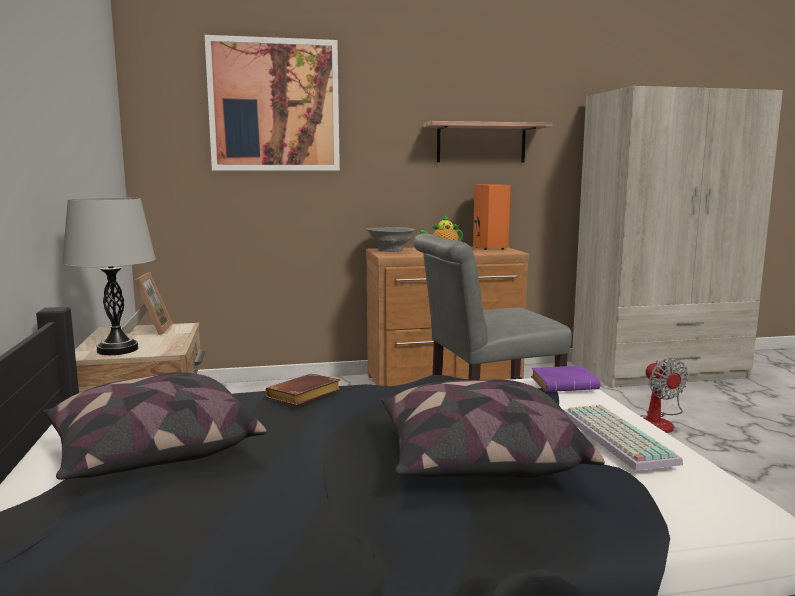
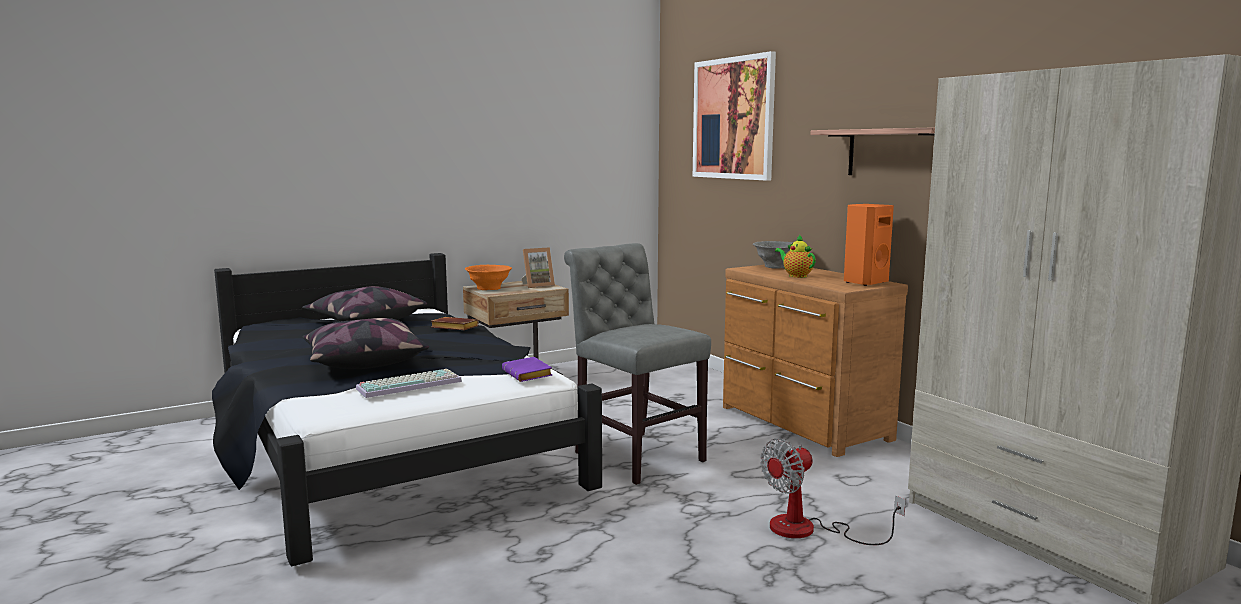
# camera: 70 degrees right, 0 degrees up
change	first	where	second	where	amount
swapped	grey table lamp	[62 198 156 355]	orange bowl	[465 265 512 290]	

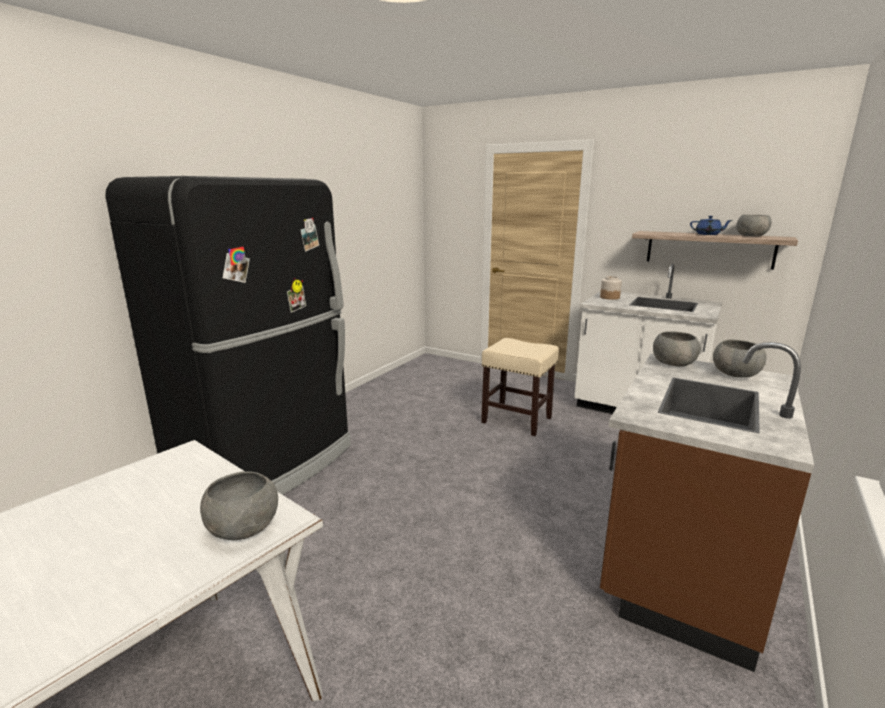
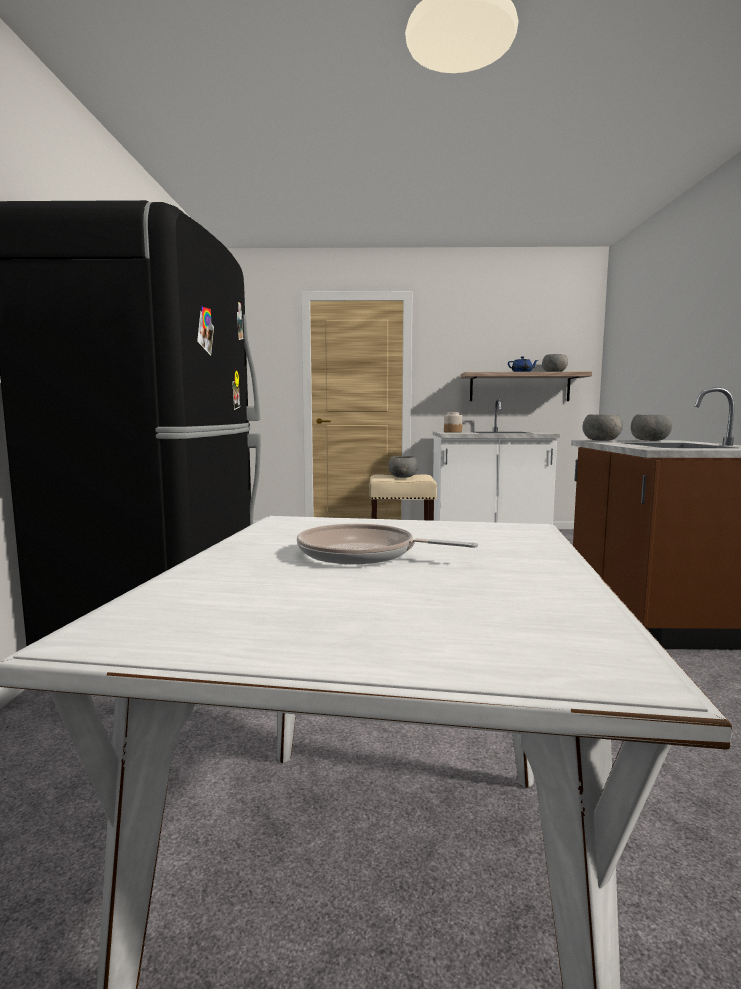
# camera: 30 degrees left, 10 degrees down
change	first	where	second	where	amount
shifted	grey bowl	[200 471 278 540]		[388 456 418 478]	
new			frying pan	[297 524 478 564]	

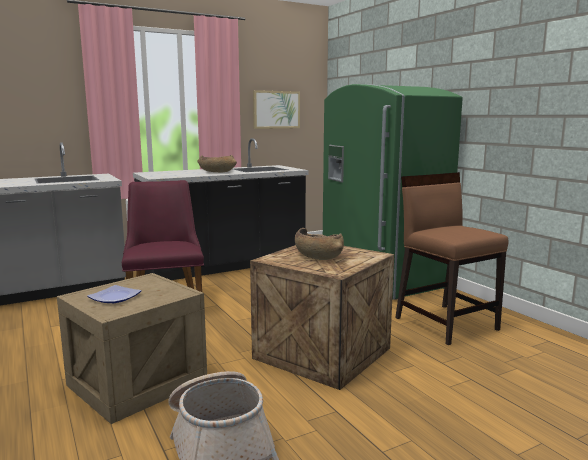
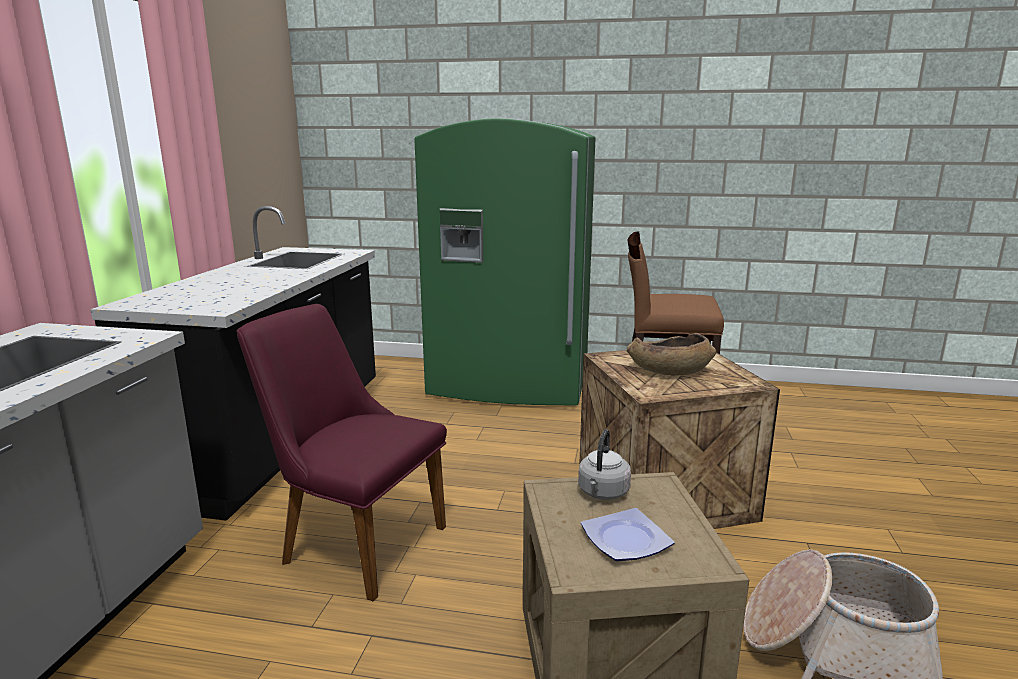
# camera: 50 degrees left, 5 degrees up
change	first	where	second	where	amount
gone	picture	[253 90 300 129]			
gone	brown bowl	[198 155 237 172]			
new			grey kettle	[578 429 631 500]	

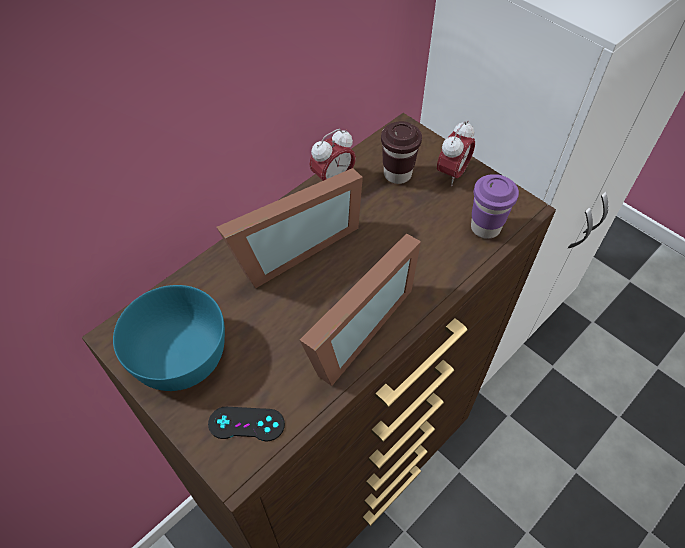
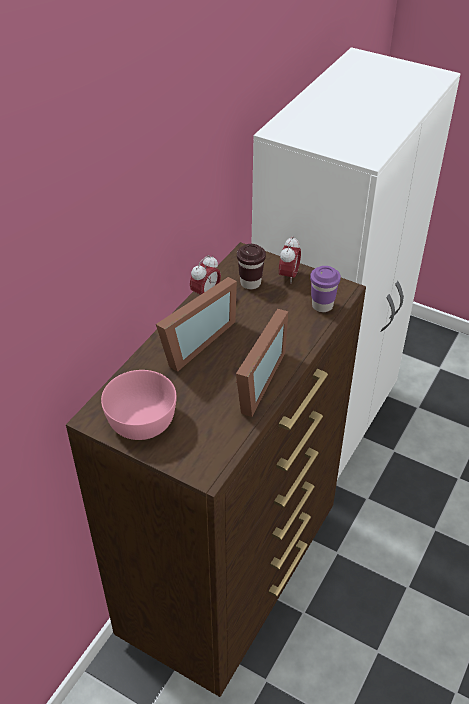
# camera: 15 degrees left, 10 degrees down
change	first	where	second	where	amount
repainted	turquoise bowl	[113 285 225 391]	pink bowl	[101 370 176 440]	
gone	black game controller	[208 407 285 441]			

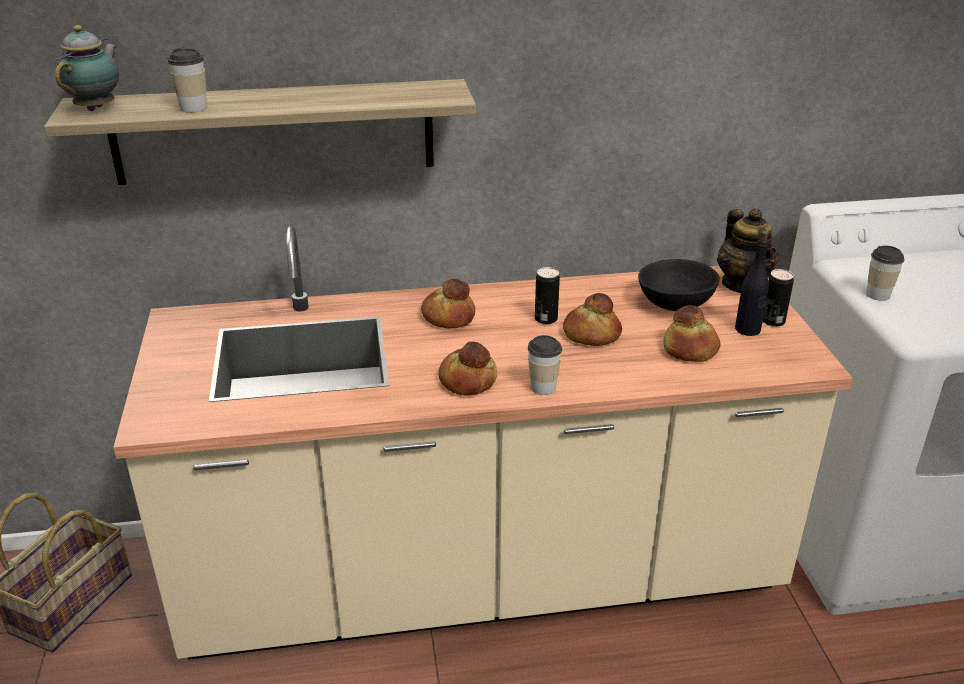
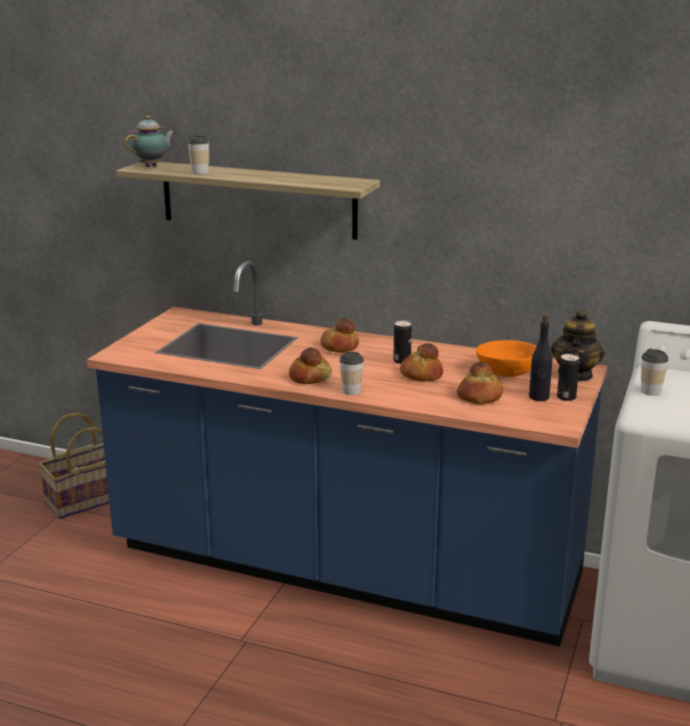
# camera: 30 degrees right, 10 degrees down
change	first	where	second	where	amount
repainted	beige counter	[113 226 853 659]	blue counter	[87 261 607 646]	
repainted	black bowl	[638 259 720 311]	orange bowl	[476 340 537 377]	

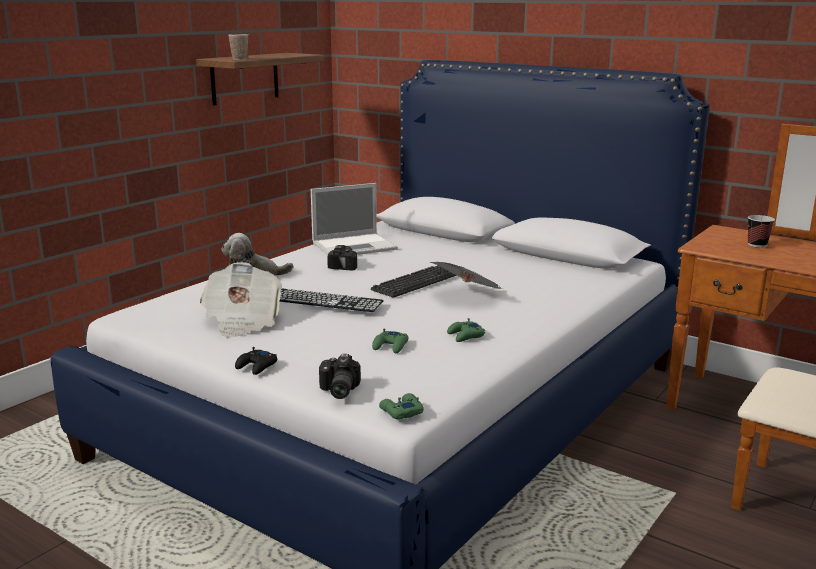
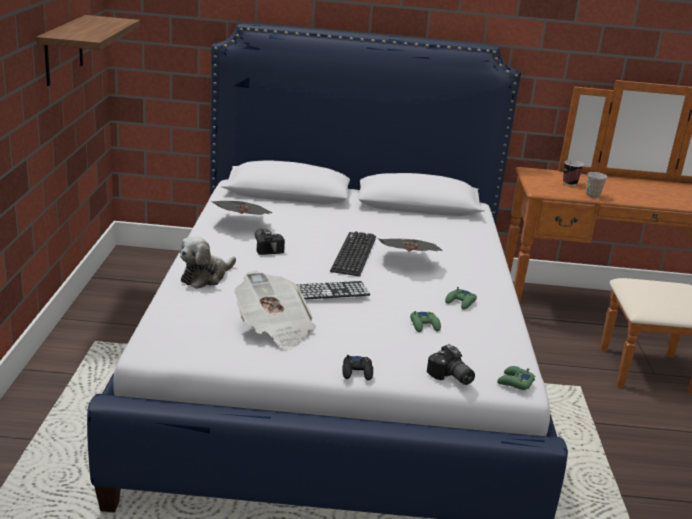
# camera: 35 degrees left, 5 degrees up
change	first	where	second	where	amount
shifted	cup	[228 34 248 60]		[586 172 607 198]	
swapped	laptop	[311 183 398 255]	newspaper	[210 201 272 215]	

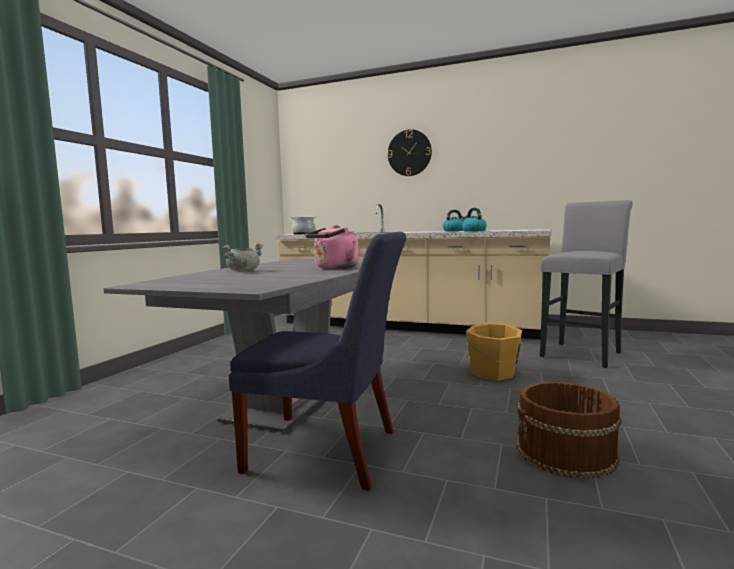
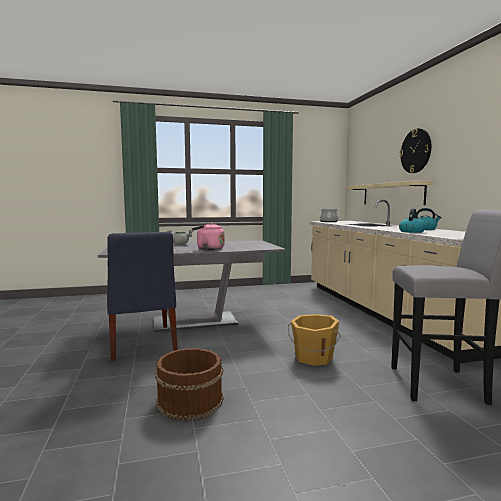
# camera: 55 degrees right, 0 degrees up
change	first	where	second	where	amount
new			beige shelf	[346 181 433 205]	

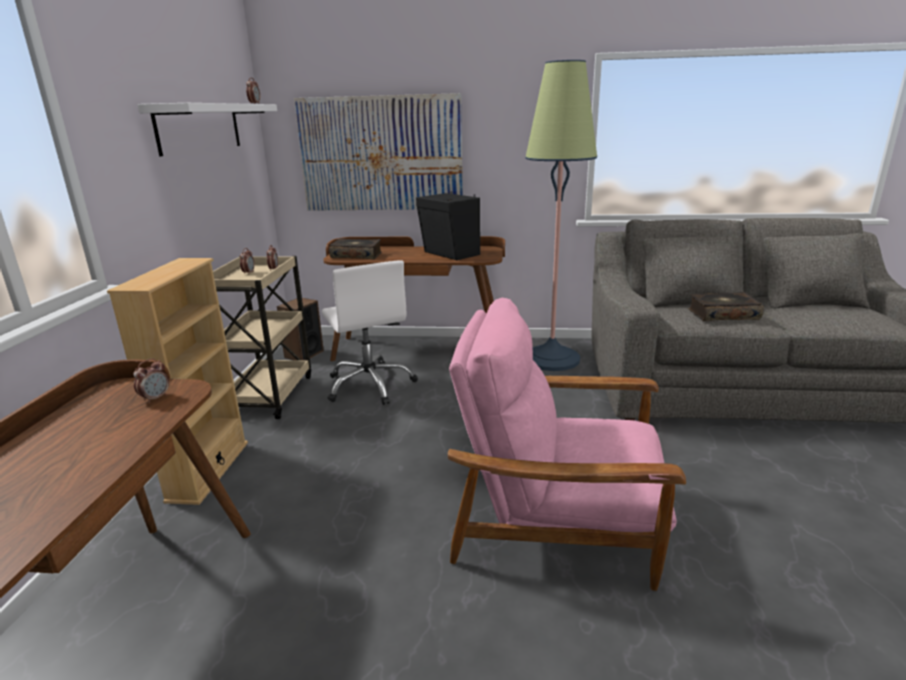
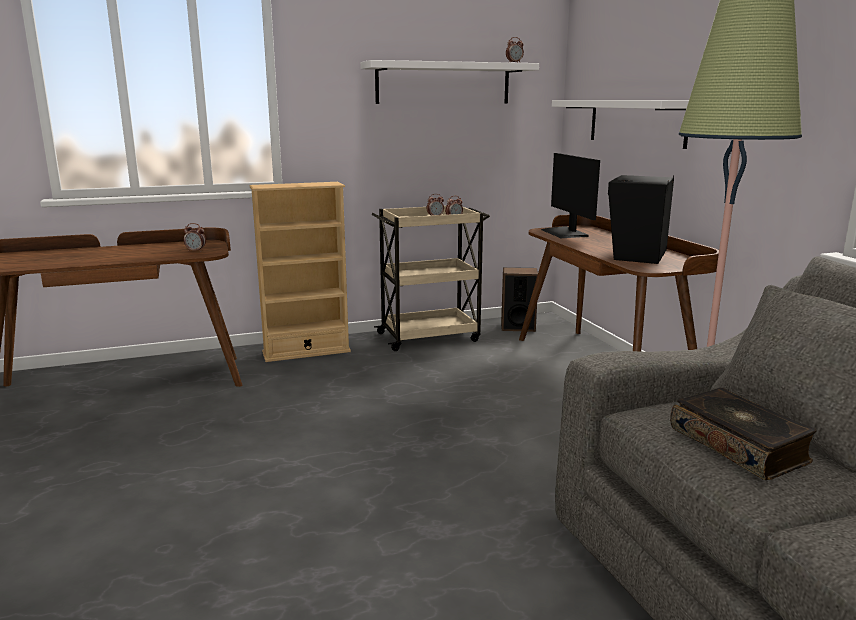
# camera: 65 degrees right, 5 degrees down
change	first	where	second	where	amount
swapped	picture	[294 93 463 211]	white shelf	[552 100 689 149]	
swapped	book	[329 239 382 259]	monitor	[541 153 600 238]	
gone	white office chair	[322 260 418 405]			
gone	pink armchair	[448 298 686 591]			

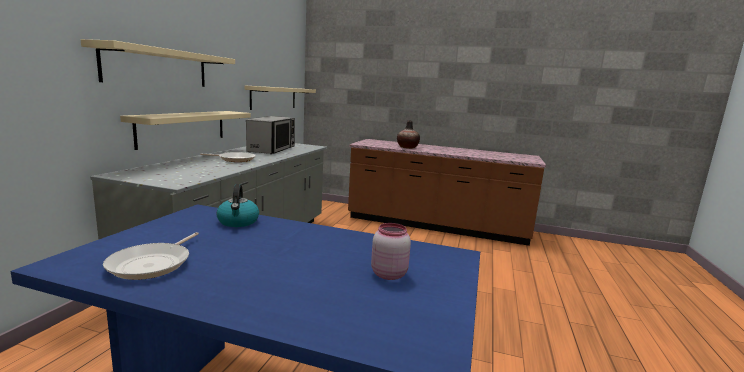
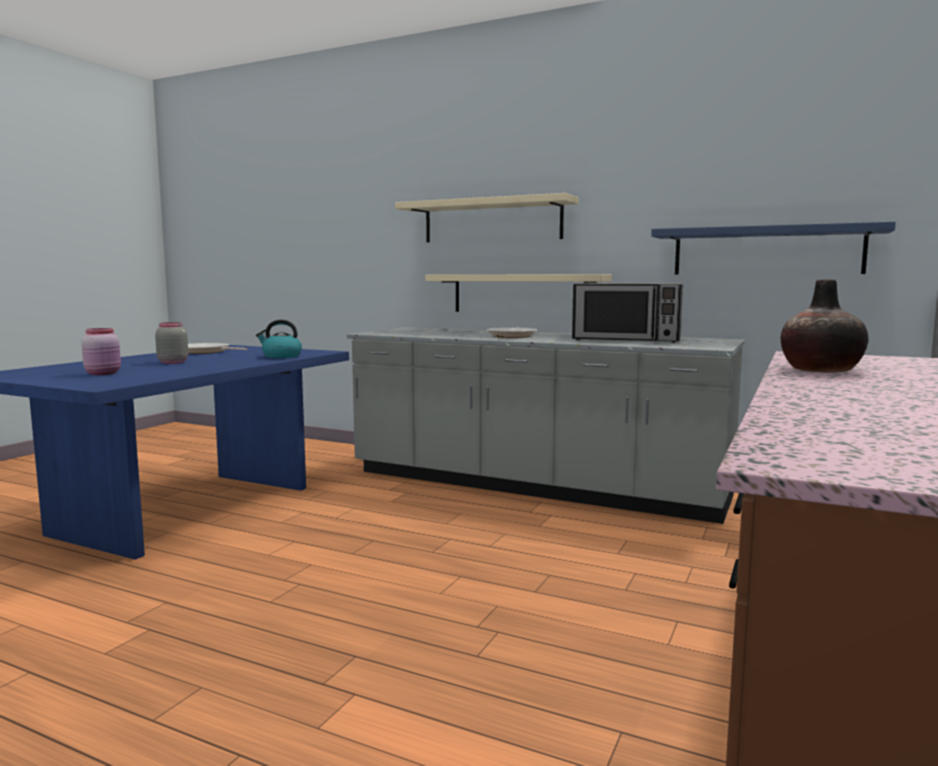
# camera: 100 degrees right, 5 degrees down
change	first	where	second	where	amount
repainted	beige shelf	[244 86 316 110]	blue shelf	[651 221 896 274]	
new			grey jar	[155 322 188 364]	

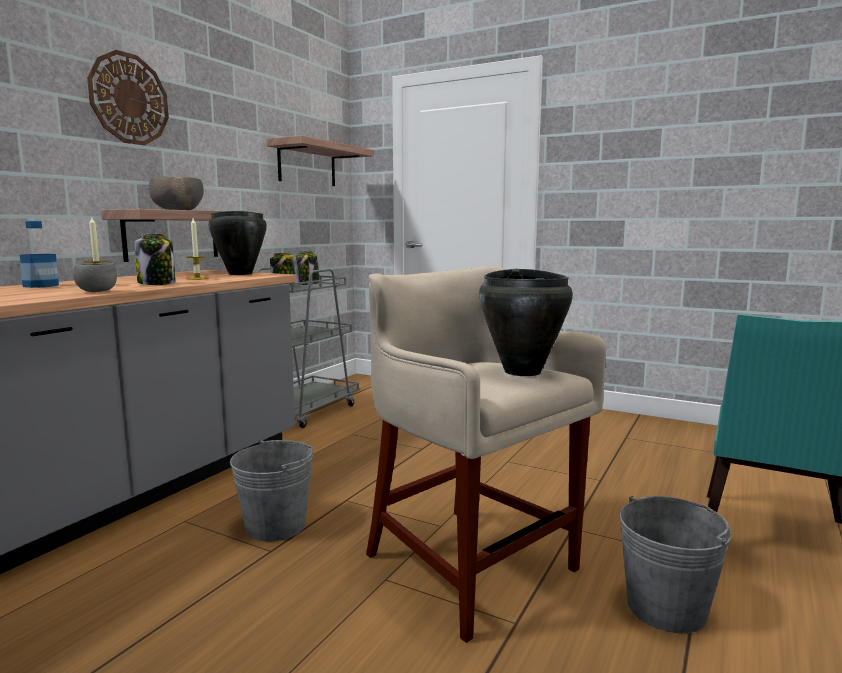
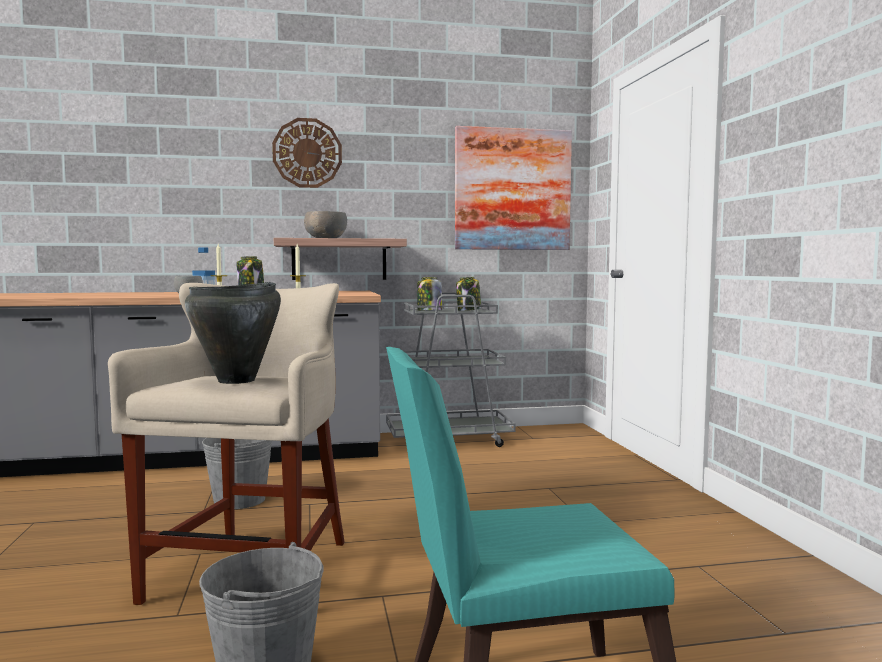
# camera: 50 degrees right, 5 degrees down
change	first	where	second	where	amount
swapped	shelf	[267 135 374 186]	picture	[455 126 572 250]	
gone	black cooking pot	[208 211 267 275]			

